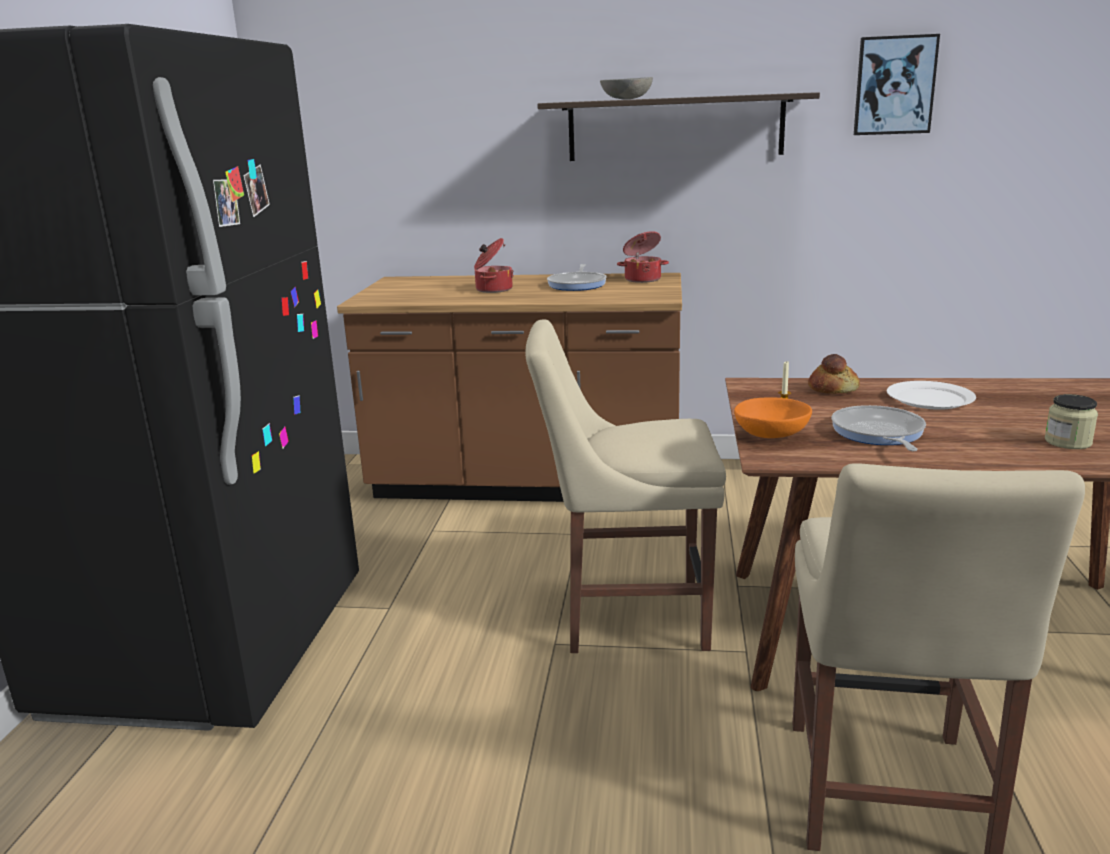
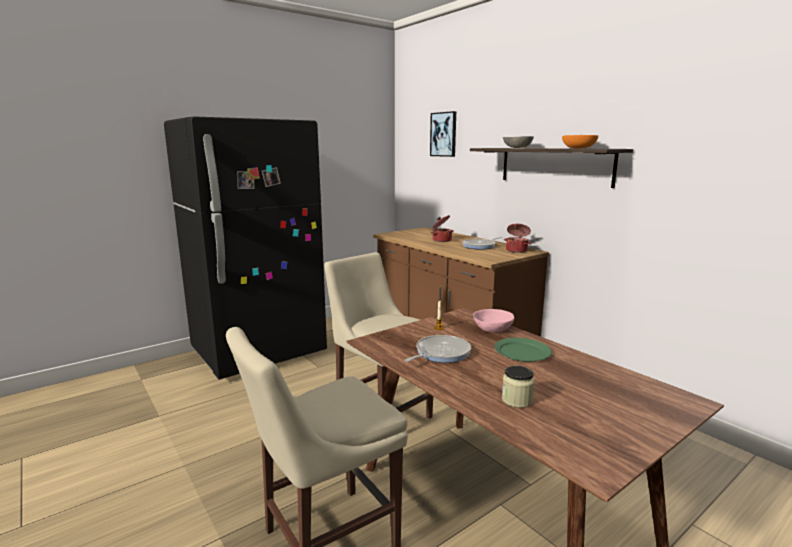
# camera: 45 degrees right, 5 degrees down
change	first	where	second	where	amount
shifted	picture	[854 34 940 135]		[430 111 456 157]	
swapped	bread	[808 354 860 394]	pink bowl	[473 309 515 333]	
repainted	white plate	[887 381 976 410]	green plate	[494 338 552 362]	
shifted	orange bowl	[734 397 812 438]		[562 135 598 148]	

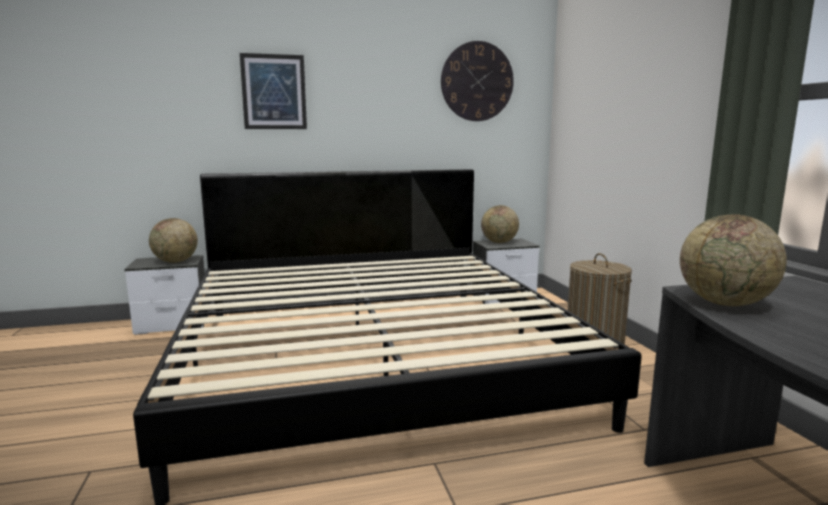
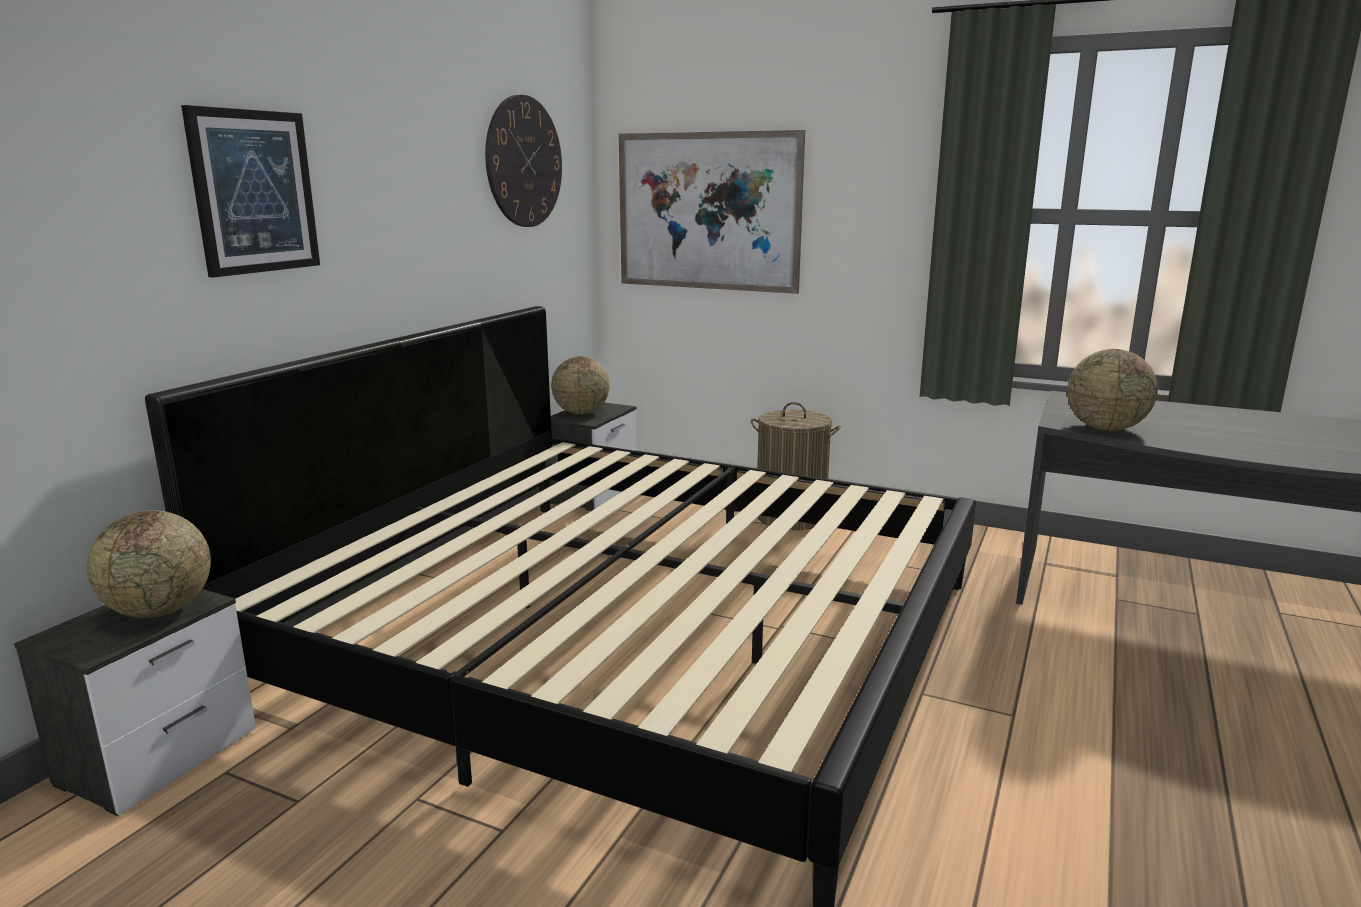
# camera: 50 degrees left, 5 degrees up
change	first	where	second	where	amount
new			picture	[619 130 805 294]	

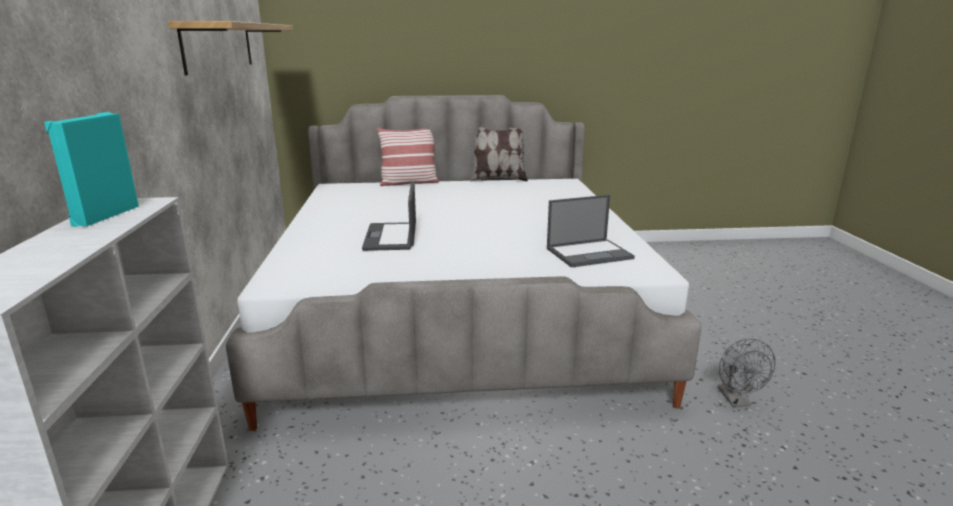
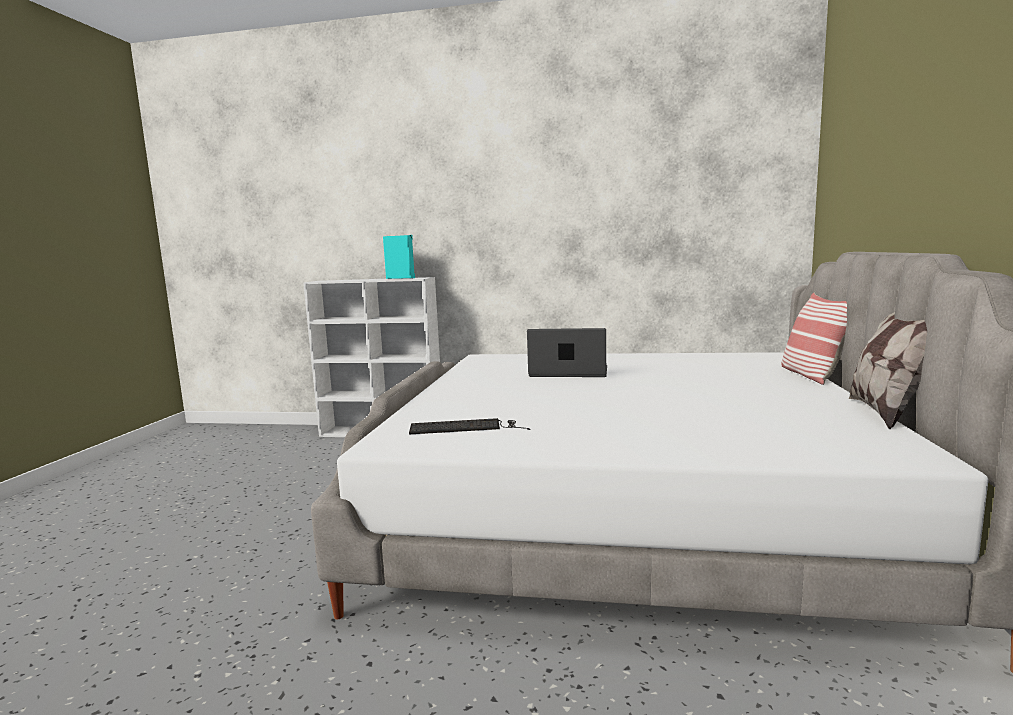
# camera: 105 degrees right, 10 degrees down
change	first	where	second	where	amount
gone	shelf	[168 21 293 76]			
swapped	laptop	[547 195 635 268]	keyboard	[409 418 531 434]	
gone	grey fan	[718 338 775 407]			

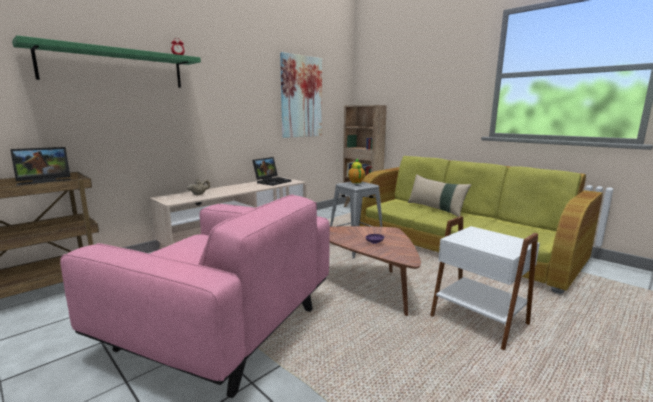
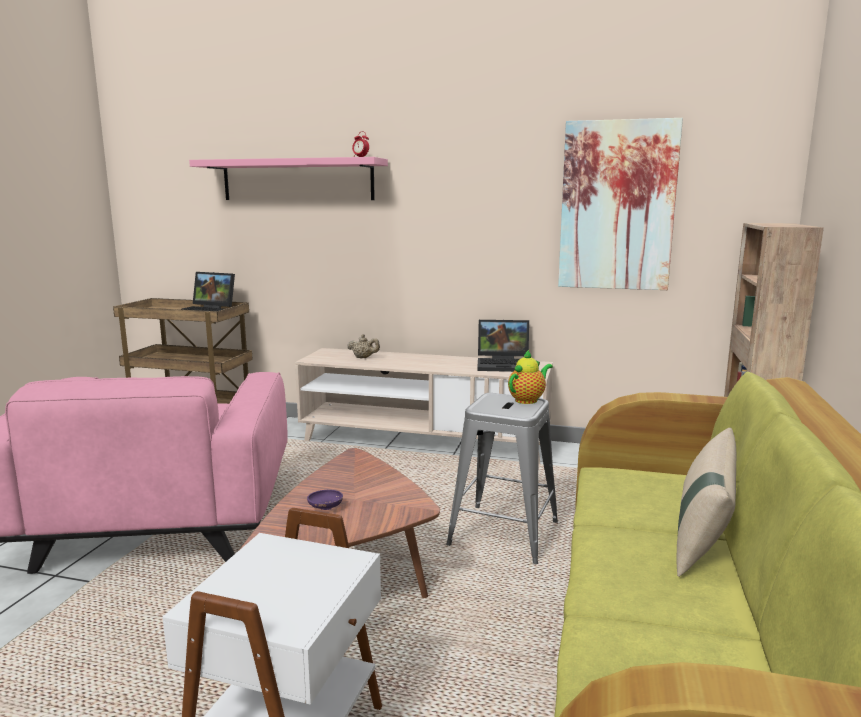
# camera: 60 degrees right, 0 degrees up
change	first	where	second	where	amount
repainted	green shelf	[12 35 201 88]	pink shelf	[189 157 388 200]	

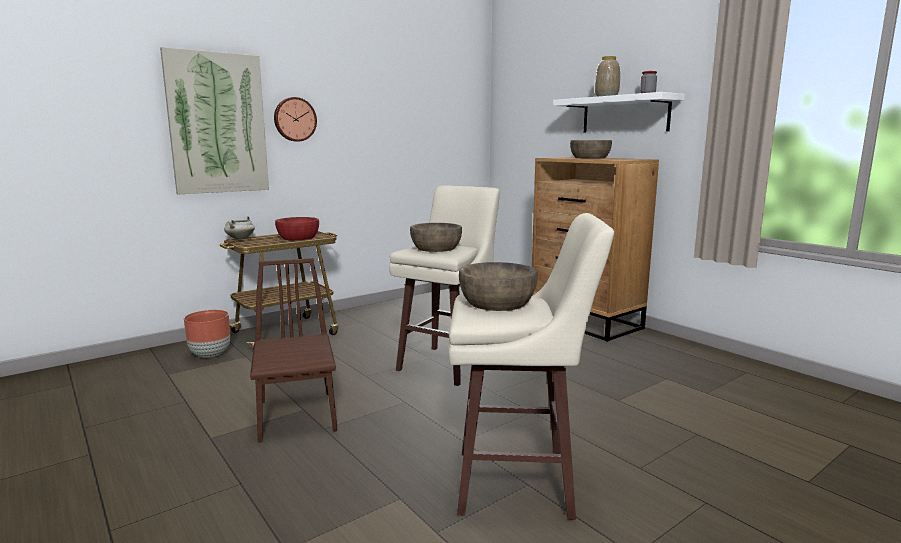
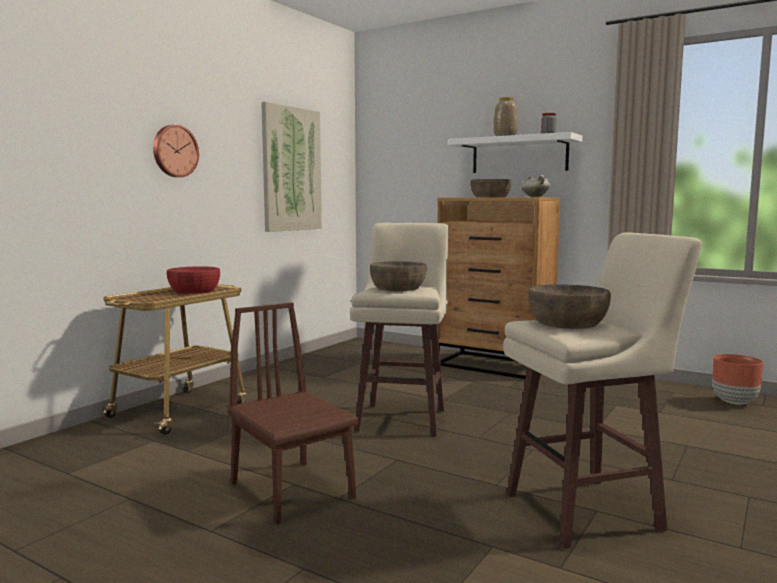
# camera: 20 degrees left, 5 degrees down
change	first	where	second	where	amount
shifted	picture	[160 47 269 194]		[261 101 322 232]	
shifted	white cooking pot	[224 216 255 239]		[521 175 550 197]	
shifted	brown planter	[184 310 230 358]		[712 354 763 404]	

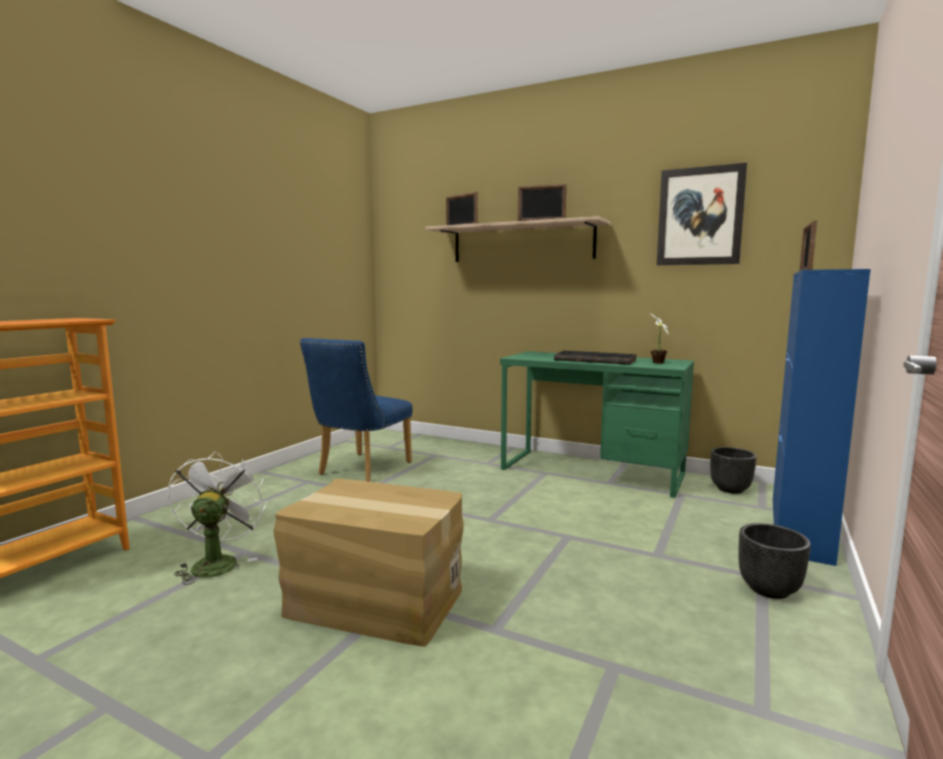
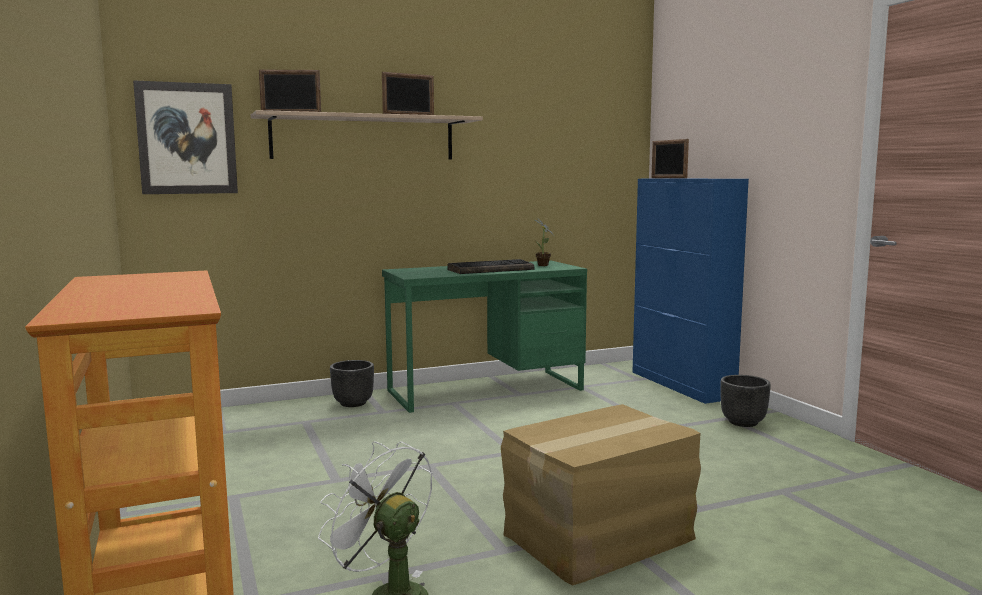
# camera: 50 degrees left, 0 degrees up
change	first	where	second	where	amount
shifted	picture	[657 163 747 265]		[133 80 238 194]	
gone	blue chair	[300 338 413 482]			
shifted	black planter	[710 447 757 494]		[330 360 374 407]	

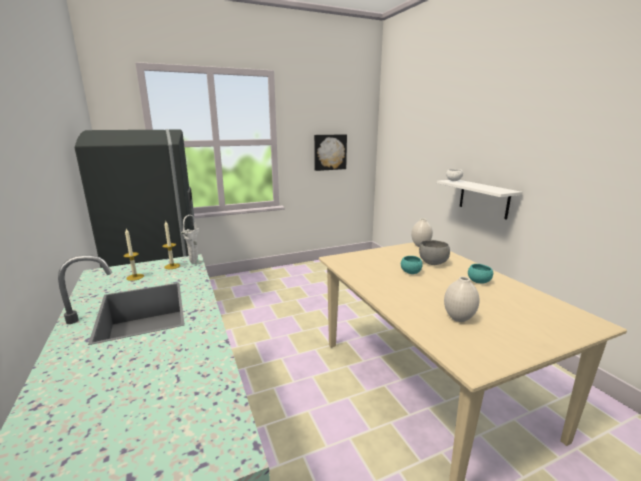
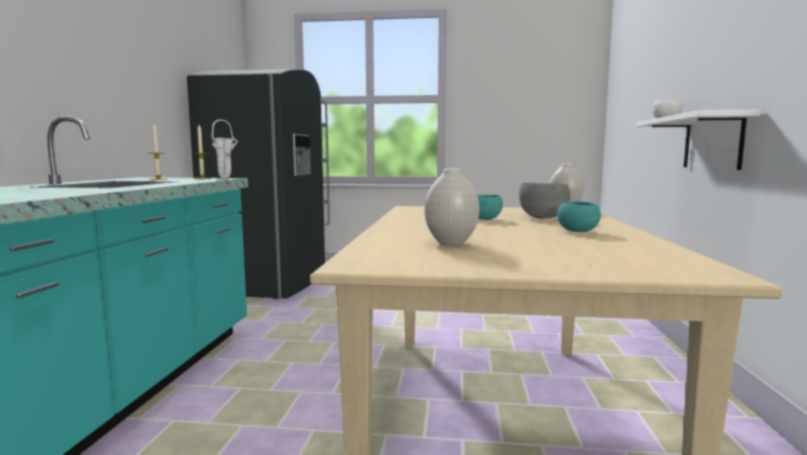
# camera: 30 degrees right, 10 degrees down
change	first	where	second	where	amount
gone	picture	[314 134 347 171]			

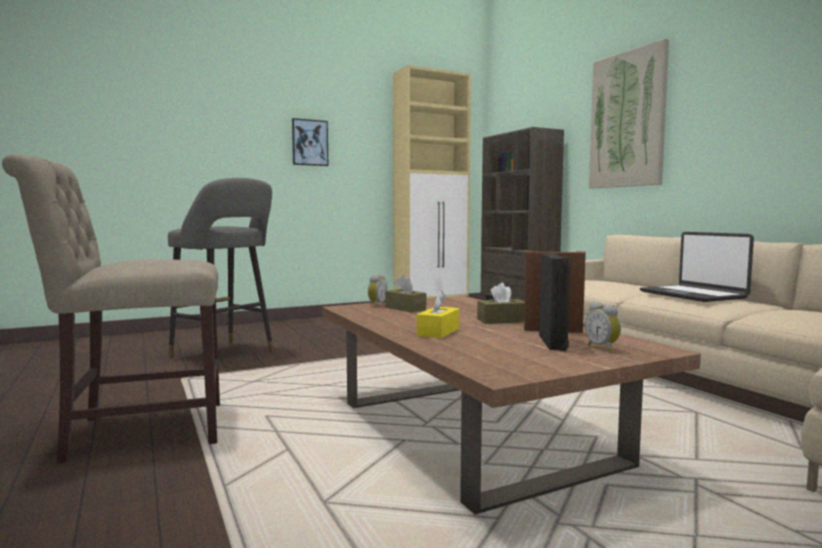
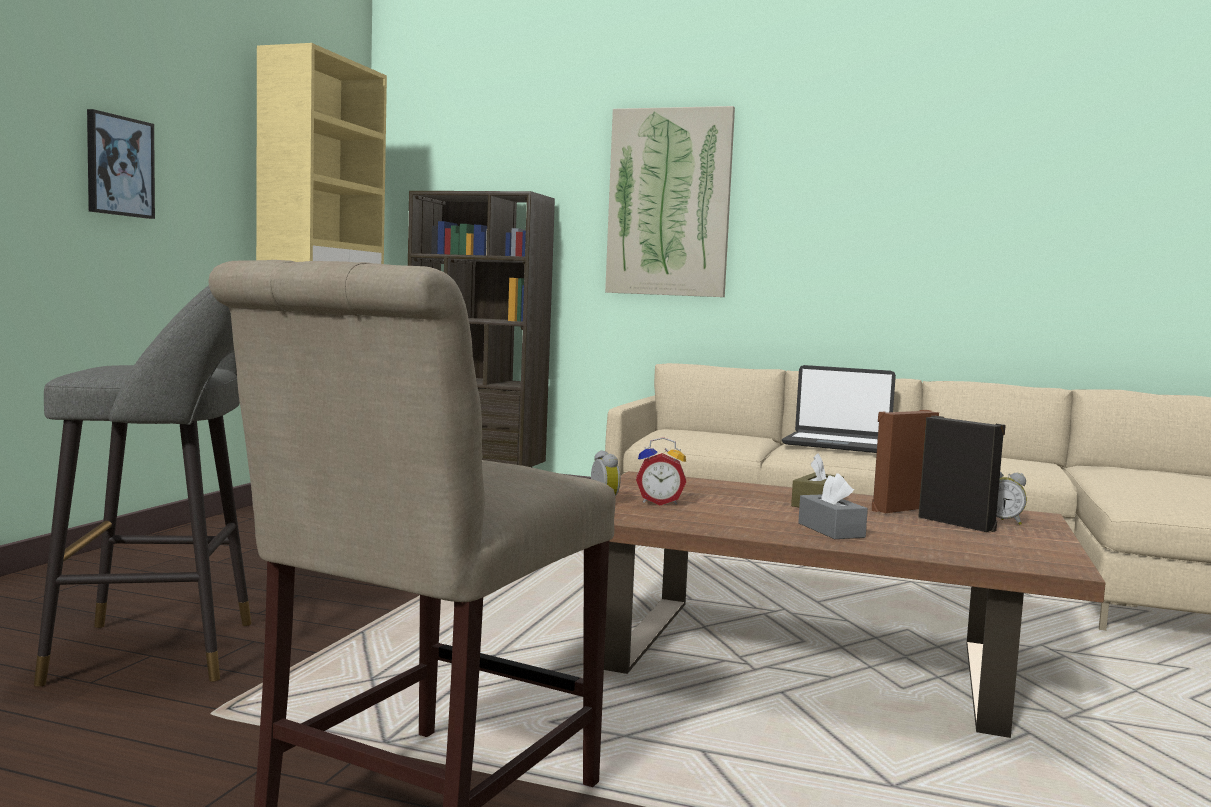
# camera: 45 degrees left, 0 degrees up
change	first	where	second	where	amount
swapped	brown tissue box	[385 275 426 313]	alarm clock	[636 437 686 505]	
repainted	yellow tissue box	[417 290 459 338]	grey tissue box	[798 473 868 539]	

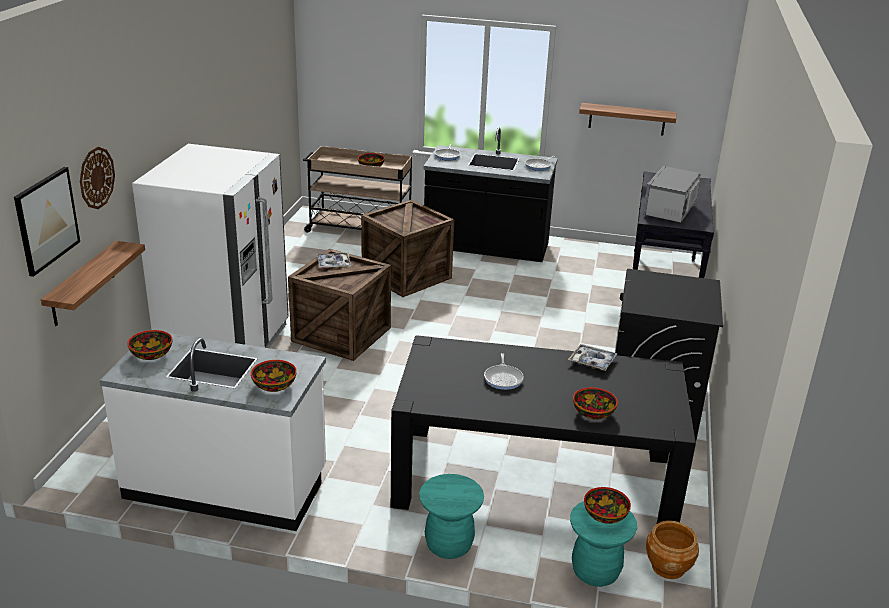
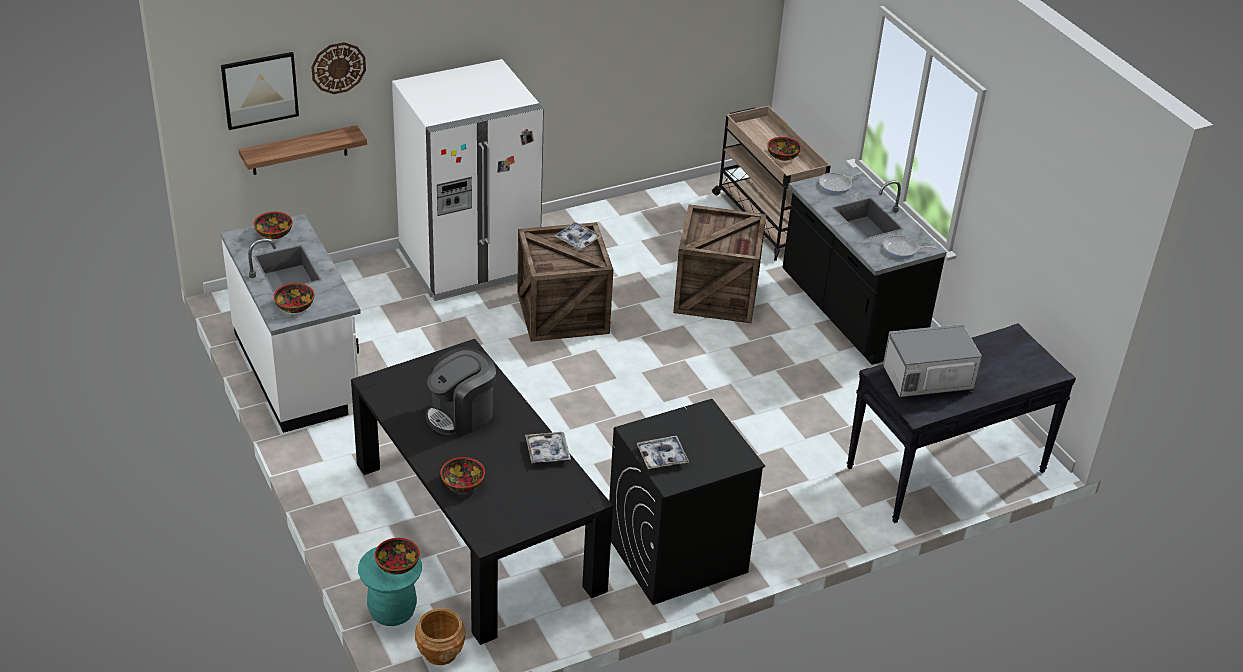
# camera: 50 degrees right, 10 degrees up
change	first	where	second	where	amount
gone	shelf	[579 103 677 136]			
swapped	frying pan	[484 353 524 390]	coffee machine	[426 347 496 436]	
gone	turquoise stool	[419 474 484 559]			
new			tray	[636 436 689 469]	

